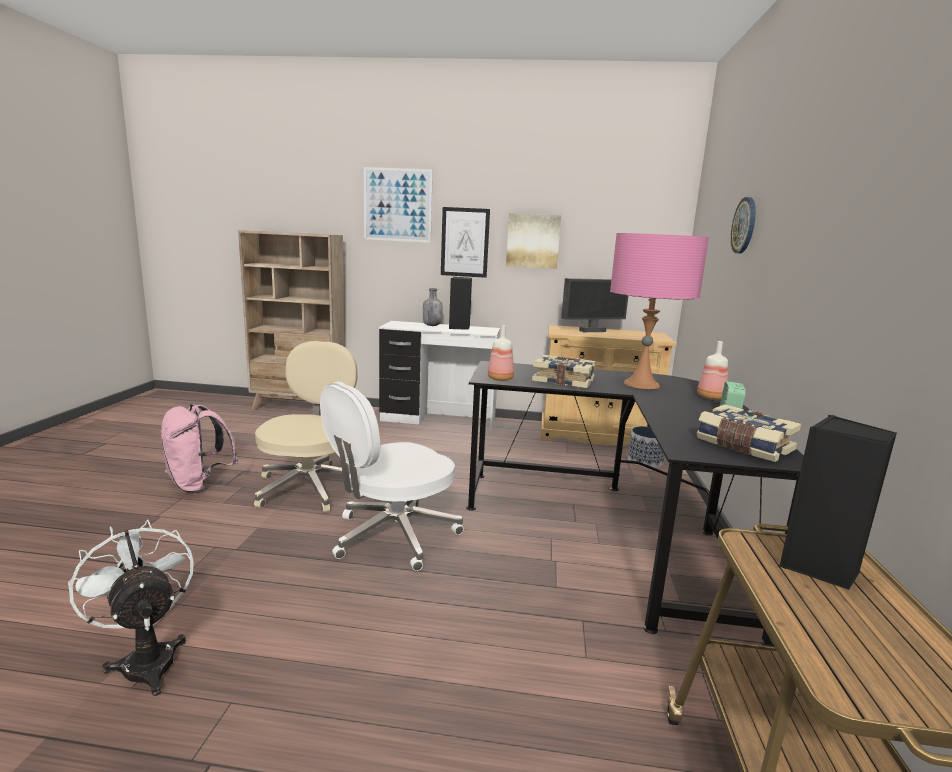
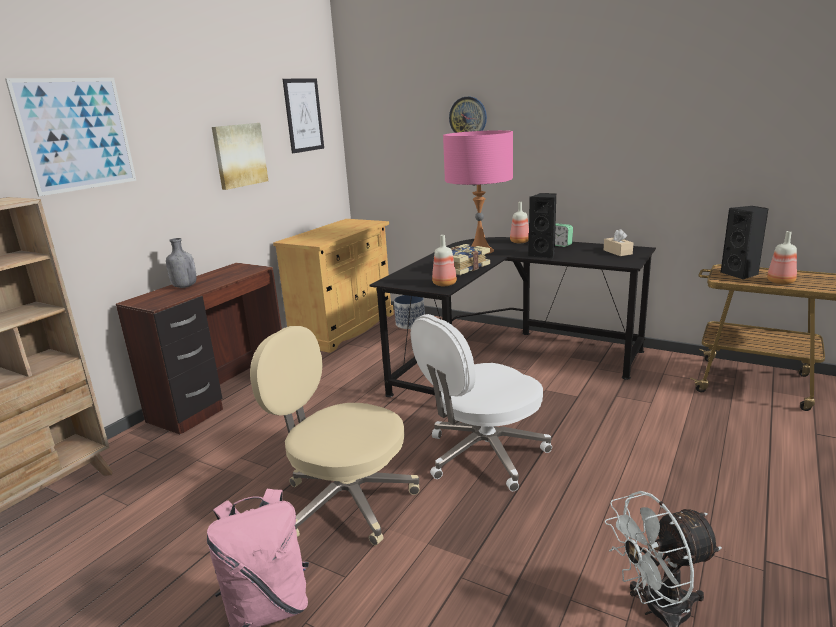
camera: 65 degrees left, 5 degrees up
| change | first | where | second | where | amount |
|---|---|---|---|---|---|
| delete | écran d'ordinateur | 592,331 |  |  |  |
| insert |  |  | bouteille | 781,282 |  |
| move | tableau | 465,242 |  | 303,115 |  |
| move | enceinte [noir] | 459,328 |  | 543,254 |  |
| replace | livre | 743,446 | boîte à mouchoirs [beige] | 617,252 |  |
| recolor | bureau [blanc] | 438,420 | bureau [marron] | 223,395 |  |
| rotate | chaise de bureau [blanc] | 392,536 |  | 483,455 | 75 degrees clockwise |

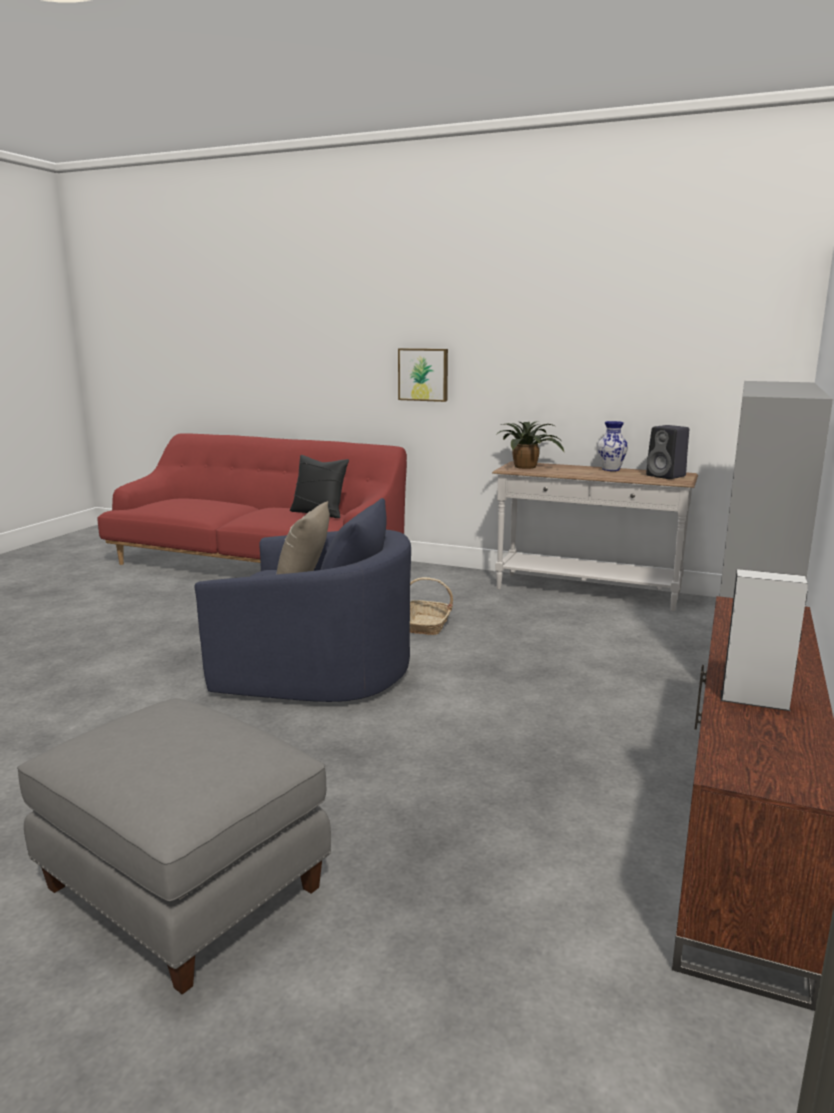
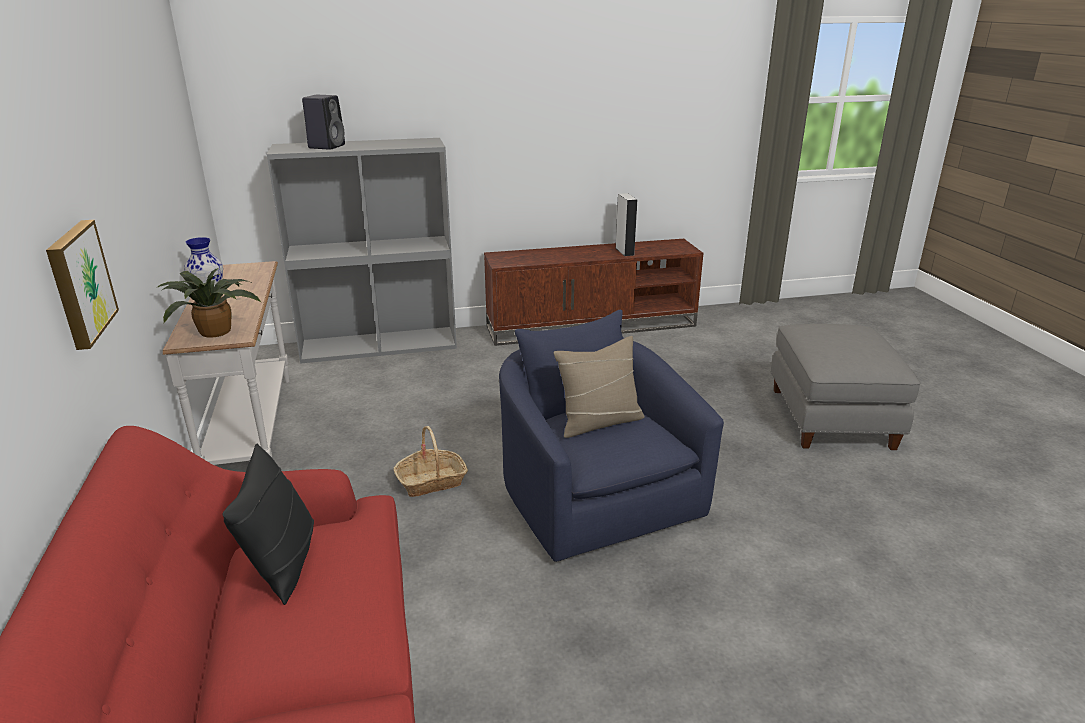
camera: 125 degrees left, 10 degrees up
| change | first | where | second | where | amount |
|---|---|---|---|---|---|
| move | enceinte [noir] | 667,476 |  | 327,146 |  |

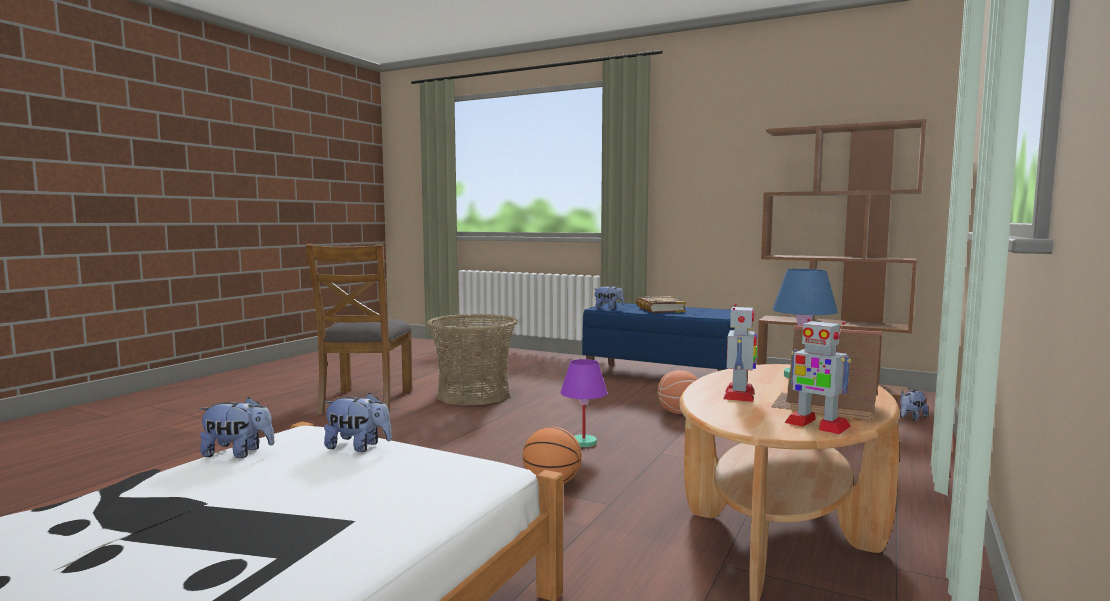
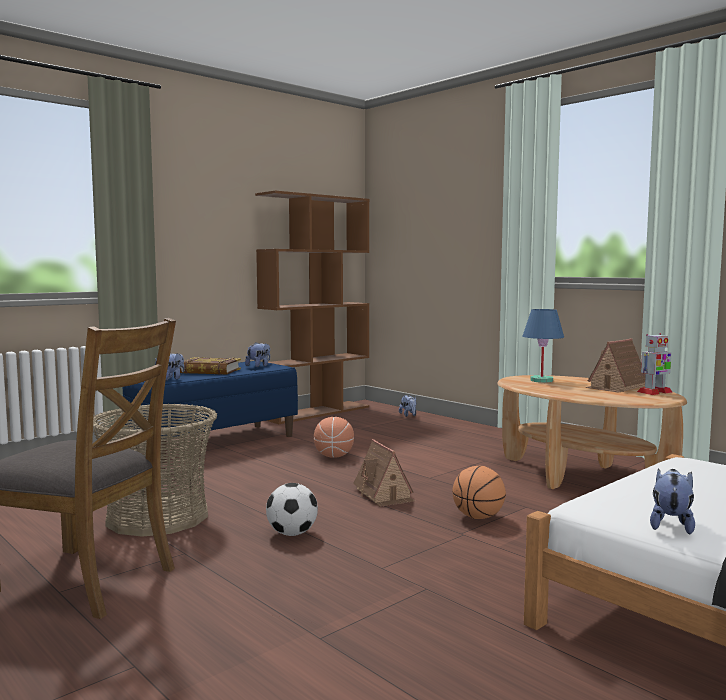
camera: 70 degrees left, 0 degrees up
| change | first | where | second | where | amount |
|---|---|---|---|---|---|
| delete | robot jouet | 739,395 |  |  |  |
| insert |  |  | ballon de foot | 292,534 |  |
| move | peluche | 358,447 |  | 259,366 |  |
| replace | lampe de table [violet] | 584,443 | maison miniature | 384,494 |  |

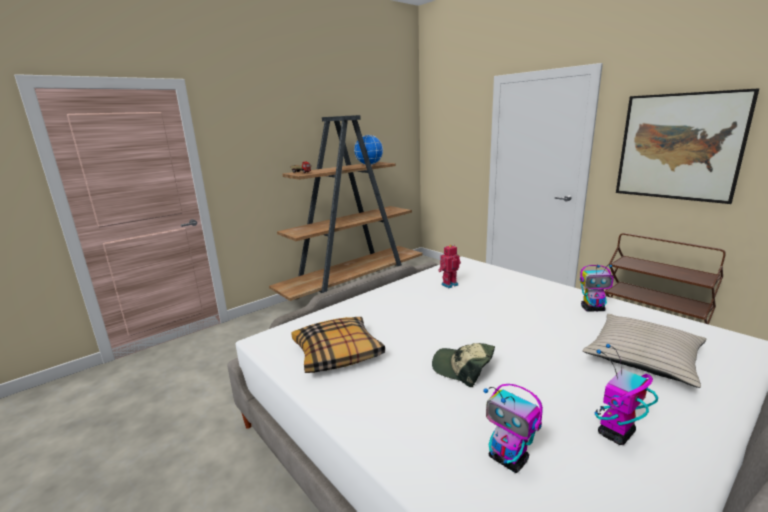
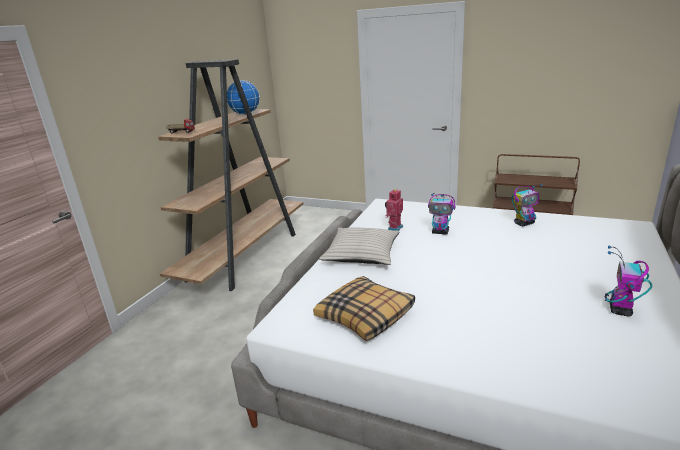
camera: 25 degrees left, 5 degrees up
| change | first | where | second | where | amount |
|---|---|---|---|---|---|
| delete | casquette | 463,368 |  |  |  |
| delete | tableau | 679,147 |  |  |  |
| move | robot jouet | 509,459 |  | 440,232 |  |
| move | coussin [beige] | 643,357 |  | 362,254 |  |

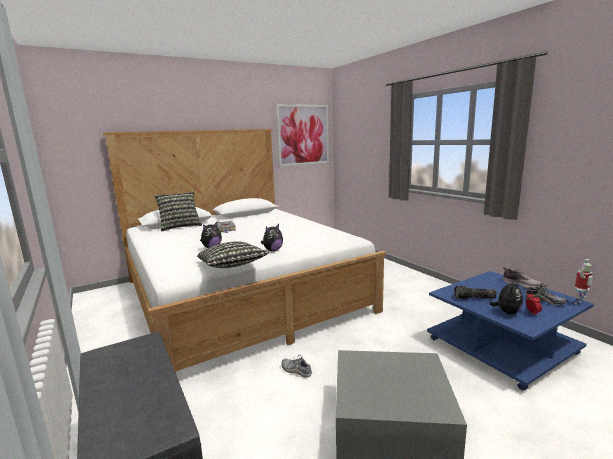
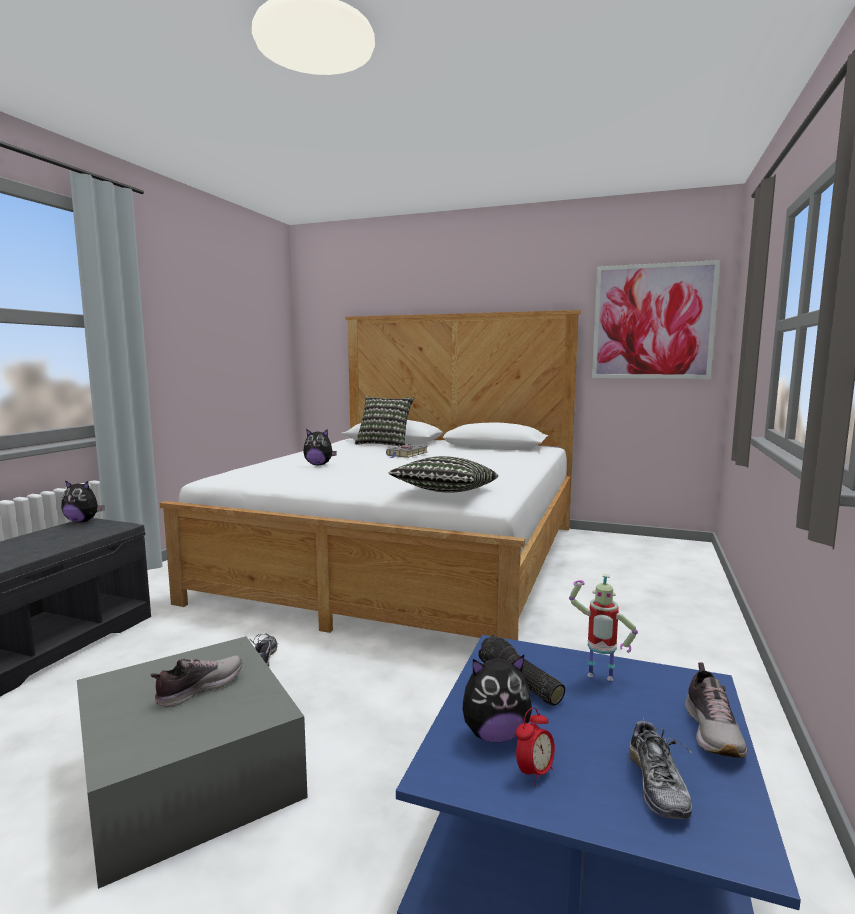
camera: 50 degrees right, 5 degrees down
| change | first | where | second | where | amount |
|---|---|---|---|---|---|
| insert |  |  | chaussure | 198,688 |  |
| move | coussin | 232,266 |  | 445,493 |  |
| move | peluche | 272,250 |  | 83,521 |  |
| move | robot jouet | 579,303 |  | 599,679 |  |

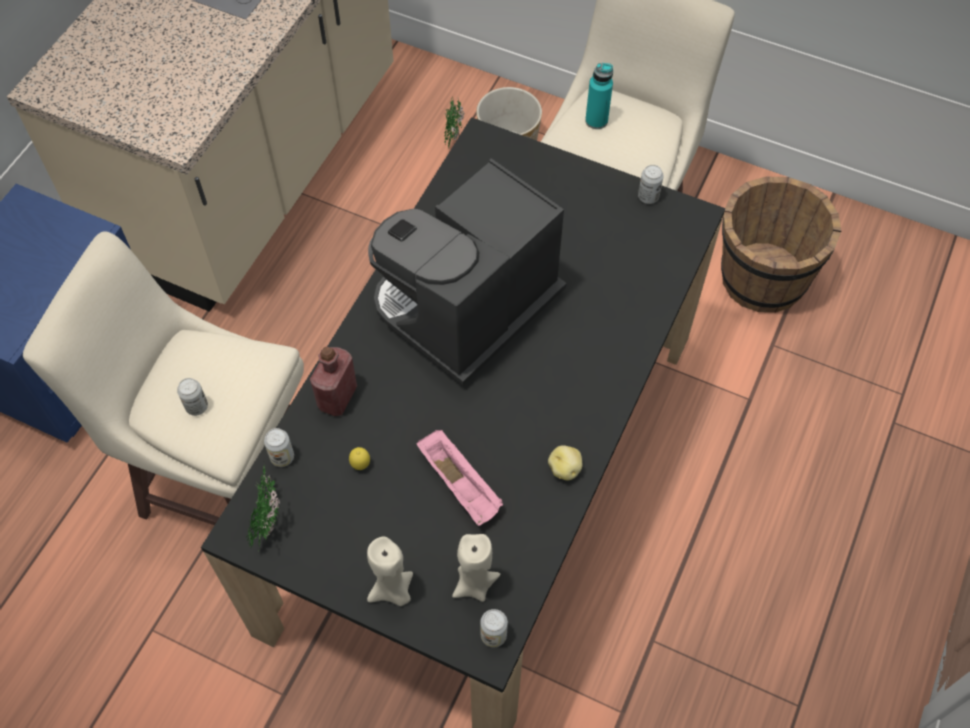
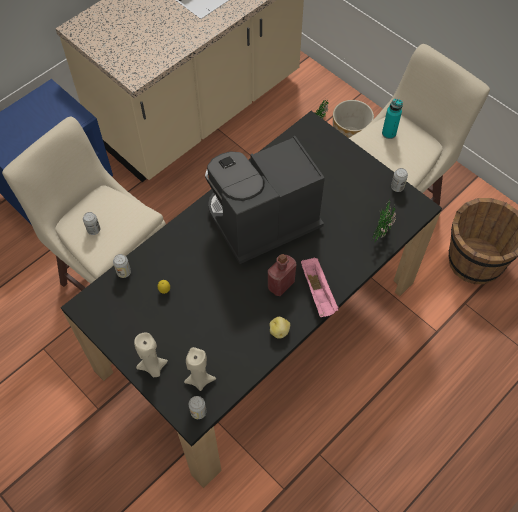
camera: 20 degrees right, 0 degrees up
| change | first | where | second | where | amount |
|---|---|---|---|---|---|
| move | plante en pot | 269,517 |  | 381,230 |  |
| move | bouteille [rouge] | 337,397 |  | 281,284 |  |
| move | plateau [rose] | 461,485 |  | 318,292 |  |

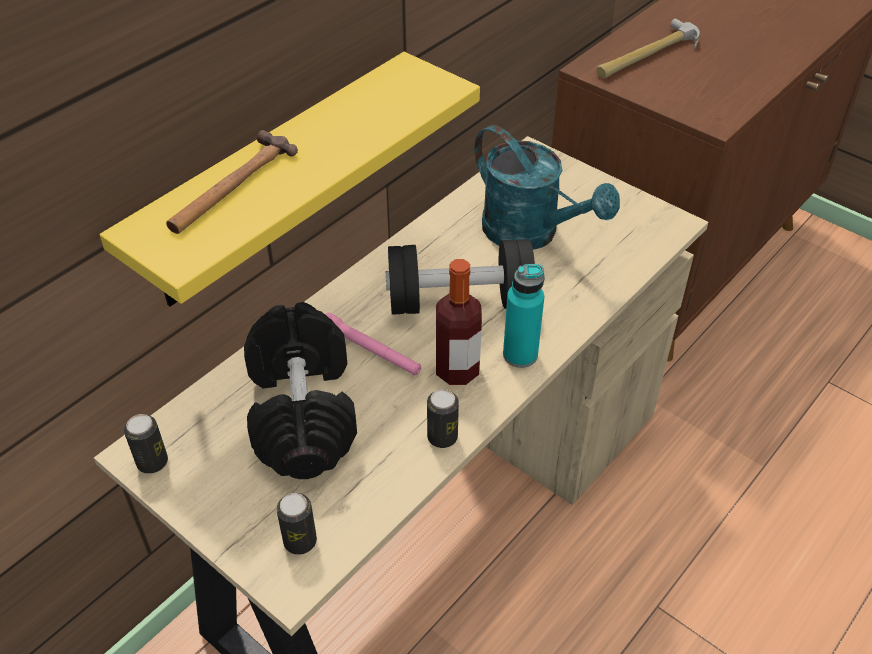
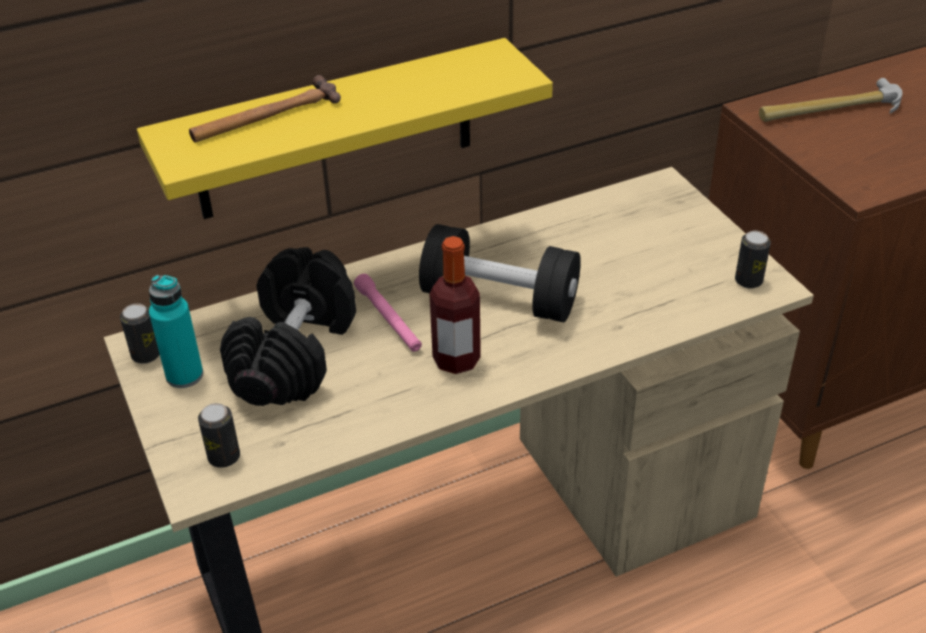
camera: 25 degrees right, 5 degrees down
| change | first | where | second | where | amount |
|---|---|---|---|---|---|
| delete | arrosoir [turquoise] | 531,234 |  |  |  |
| move | boîte métallique | 442,437 |  | 748,281 |  |
| move | bouteille [turquoise] | 520,355 |  | 184,375 |  |

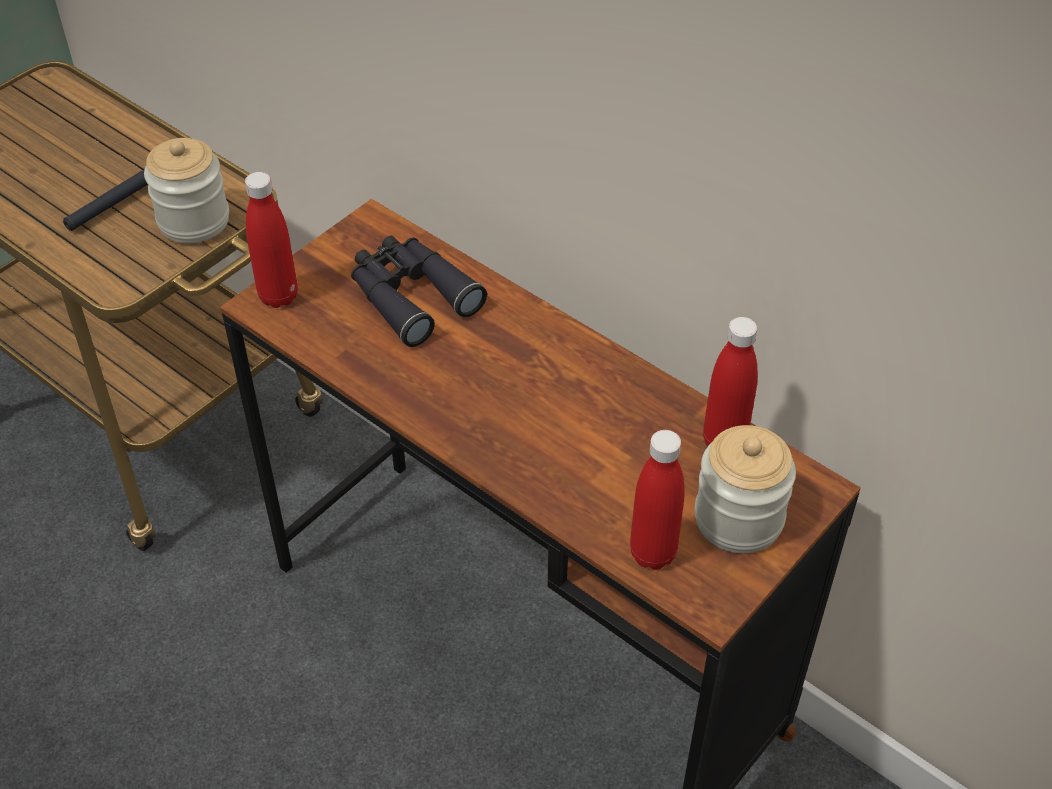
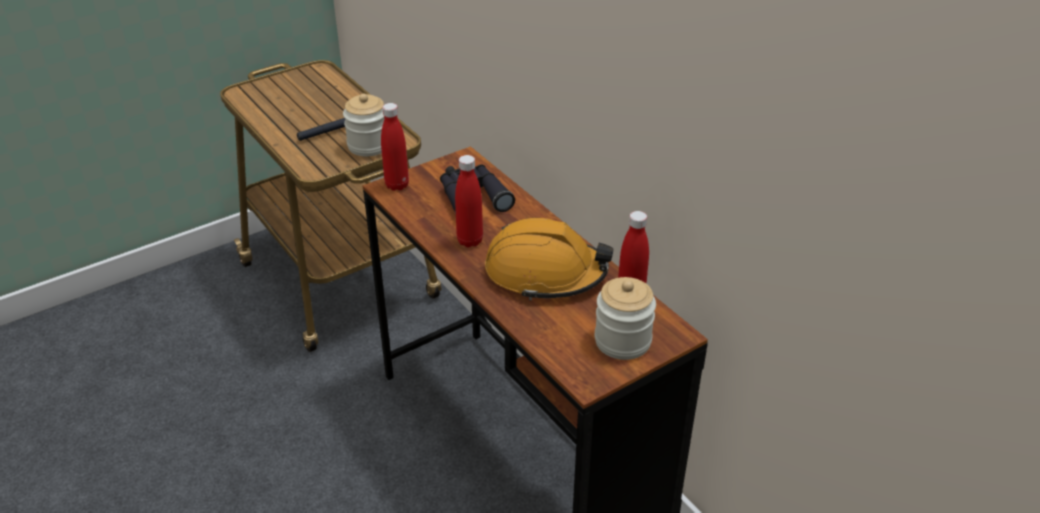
camera: 15 degrees right, 10 degrees down
| change | first | where | second | where | amount |
|---|---|---|---|---|---|
| insert |  |  | casque de chantier [orange] | 545,273 |  |
| move | bouteille [rouge] | 652,553 |  | 470,241 |  |

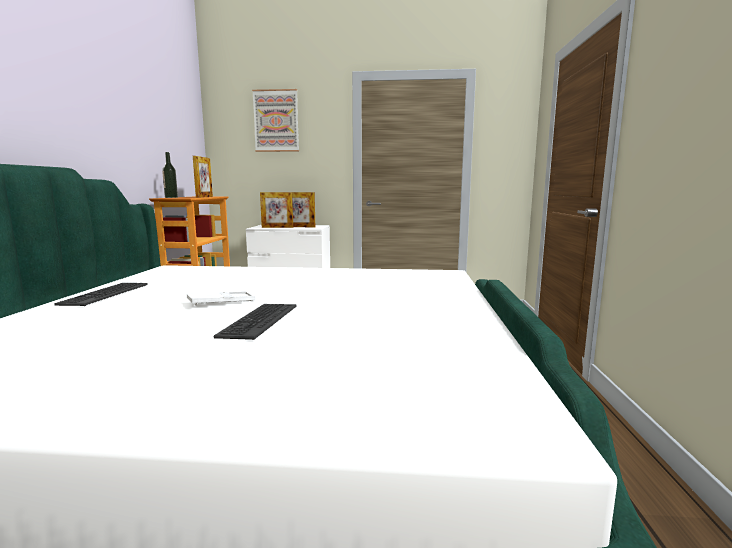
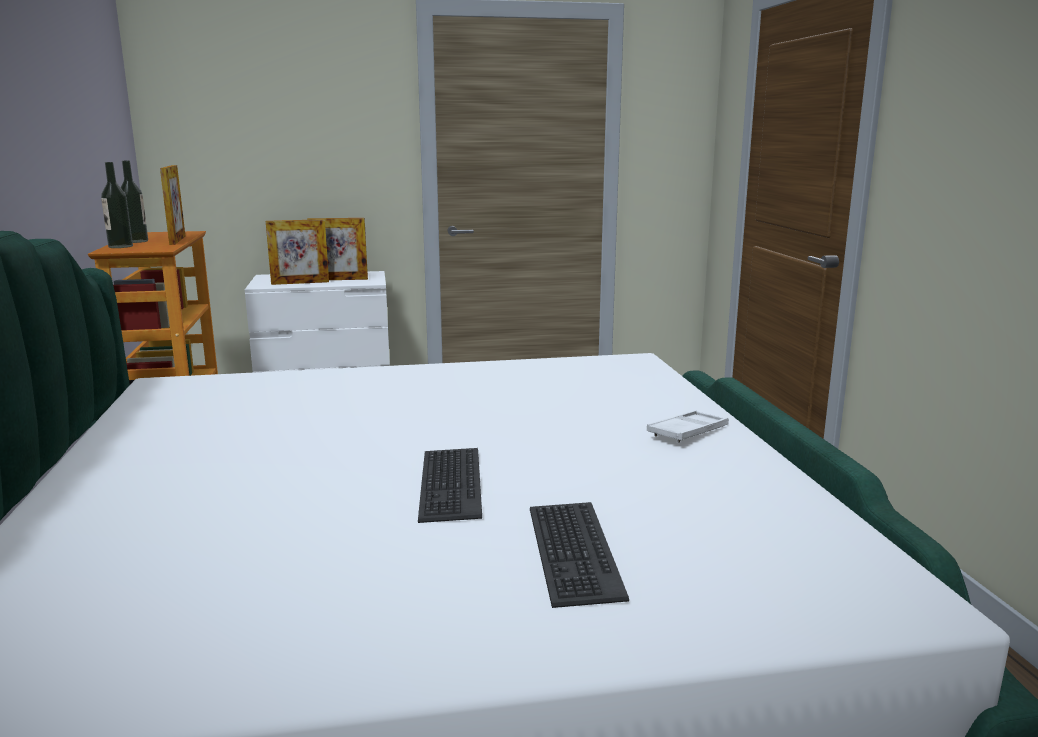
camera: 15 degrees left, 5 degrees up
| change | first | where | second | where | amount |
|---|---|---|---|---|---|
| delete | tableau | 276,121 |  |  |  |
| insert |  |  | bouteille | 136,241 |  |
| move | clavier | 104,294 |  | 572,552 |  |
| move | plateau [blanc] | 221,302 |  | 688,432 |  |

